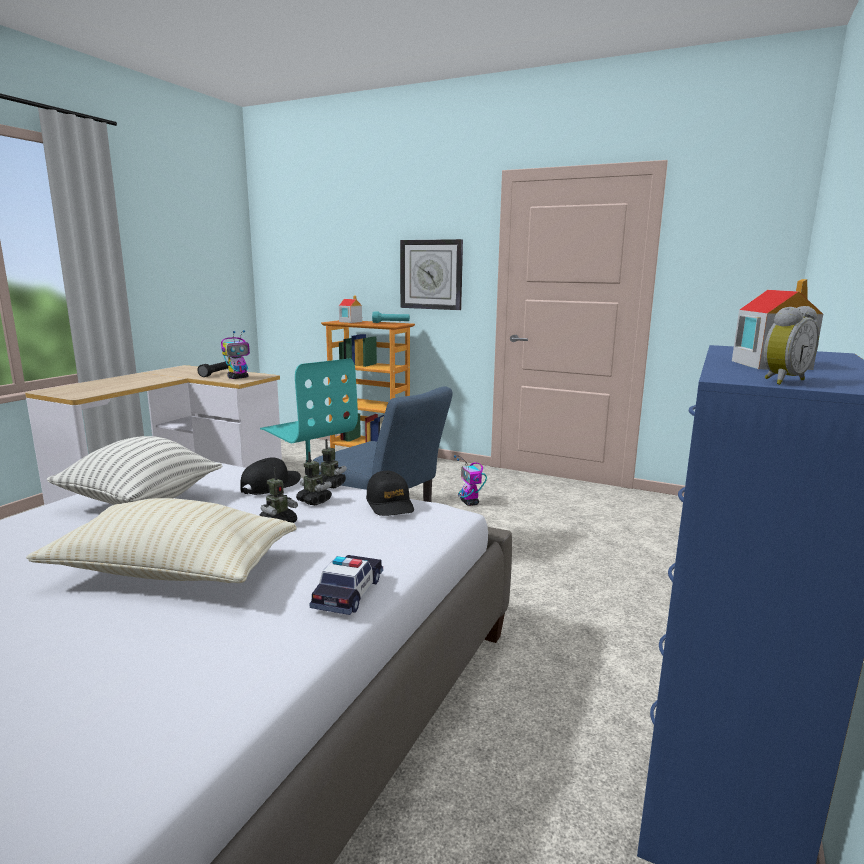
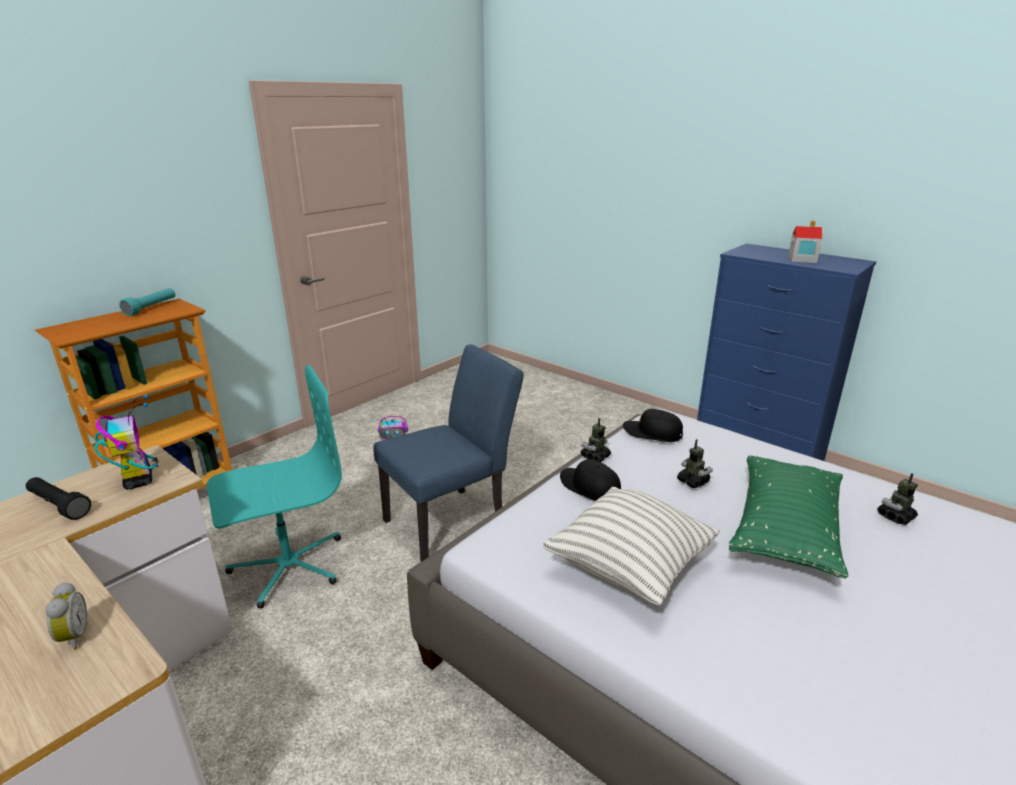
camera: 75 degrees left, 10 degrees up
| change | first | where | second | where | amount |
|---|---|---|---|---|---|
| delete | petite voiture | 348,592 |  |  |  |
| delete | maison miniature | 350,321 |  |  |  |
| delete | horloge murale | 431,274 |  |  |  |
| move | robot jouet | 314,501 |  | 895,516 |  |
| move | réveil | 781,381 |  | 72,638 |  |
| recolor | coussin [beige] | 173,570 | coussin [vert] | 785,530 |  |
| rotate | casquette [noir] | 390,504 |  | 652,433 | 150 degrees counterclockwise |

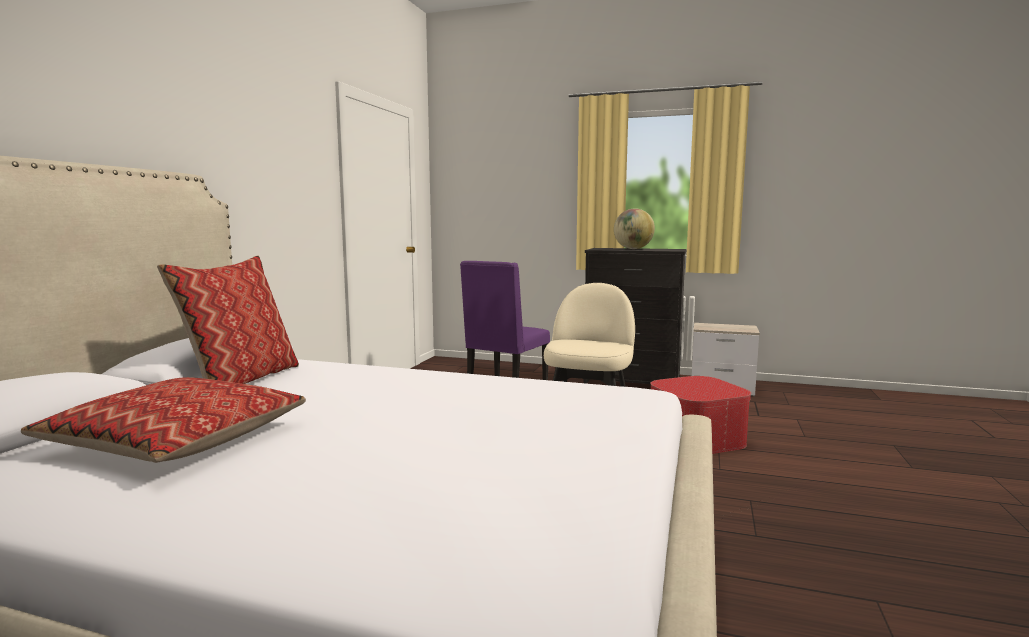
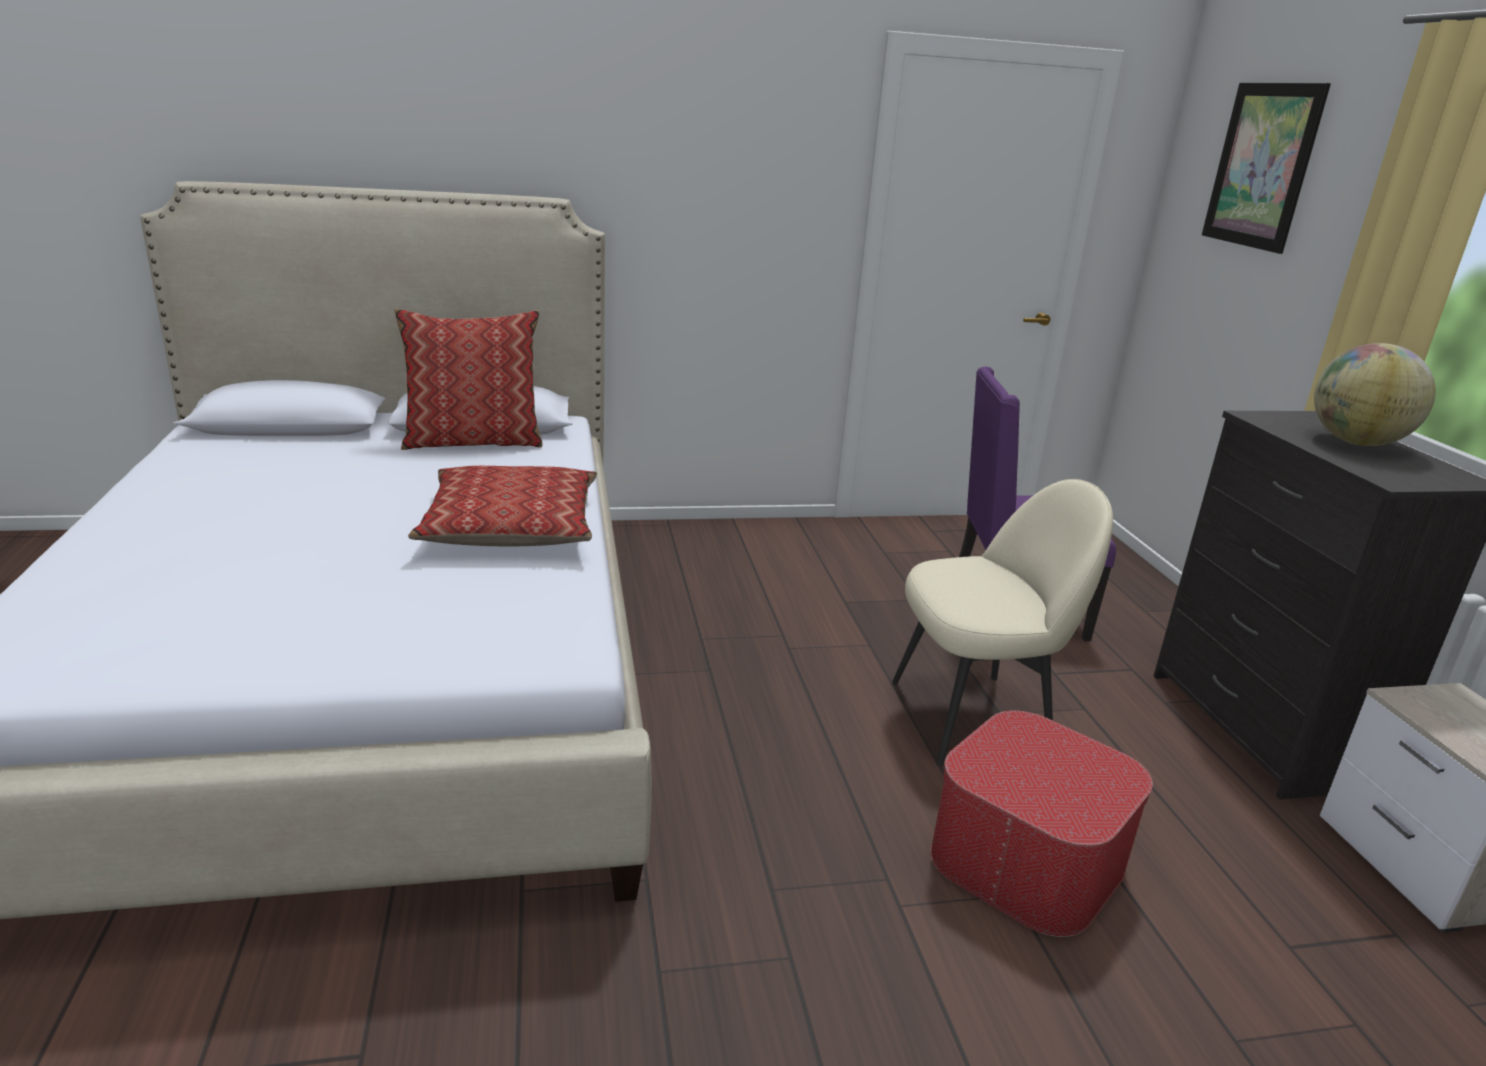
camera: 60 degrees right, 15 degrees up
| change | first | where | second | where | amount |
|---|---|---|---|---|---|
| insert |  |  | tableau | 1262,166 |  |
| move | coussin | 178,440 |  | 511,526 |  |

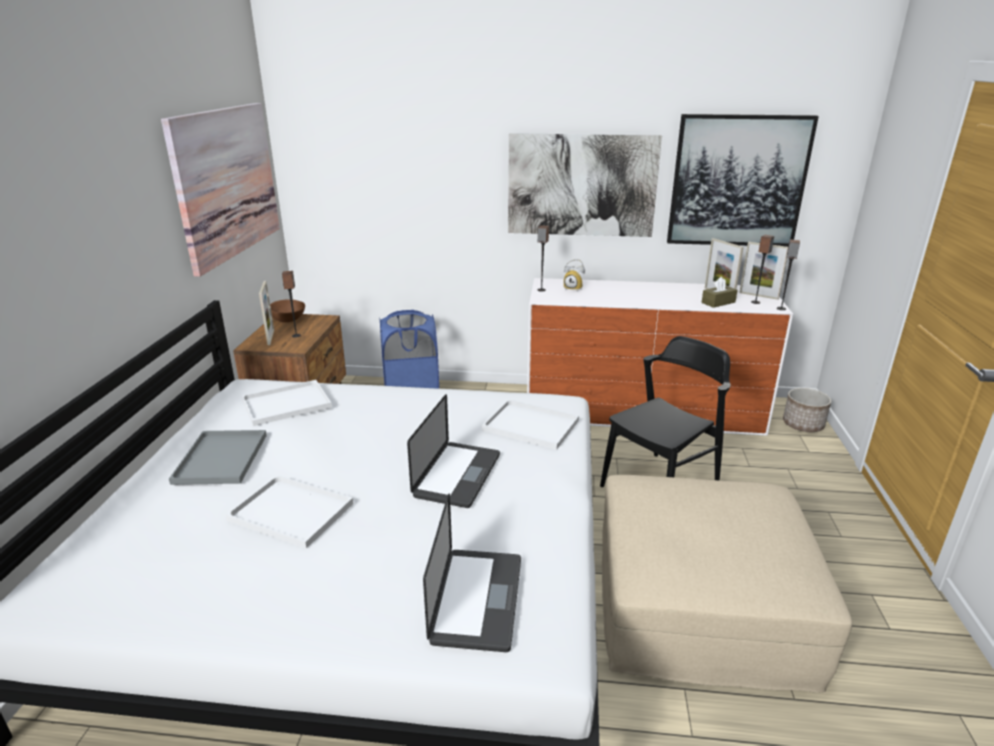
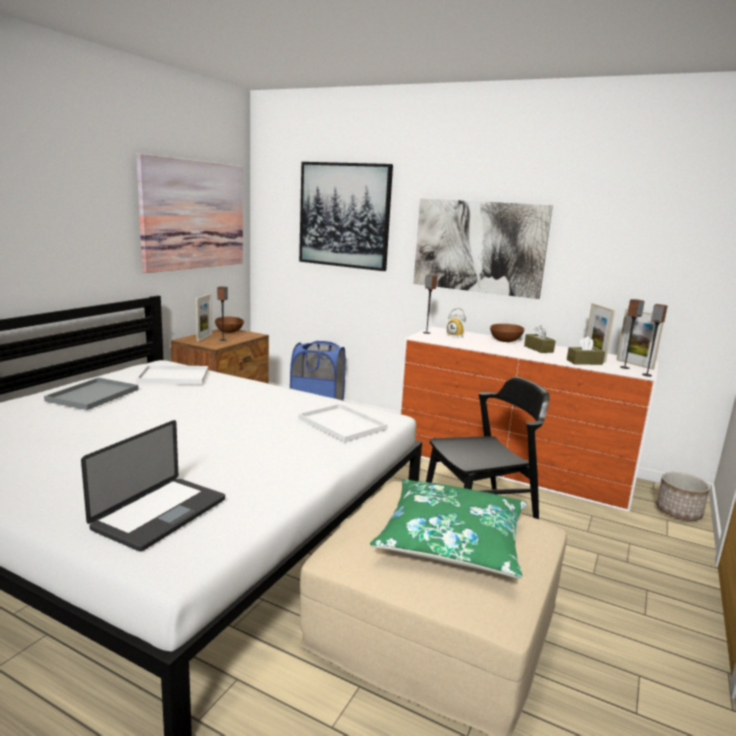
camera: 20 degrees right, 10 degrees down
| change | first | where | second | where | amount |
|---|---|---|---|---|---|
| delete | plateau [blanc] | 293,512 |  |  |  |
| delete | ordinateur portable | 457,475 |  |  |  |
| insert |  |  | coussin [vert] | 452,541 |  |
| insert |  |  | bol [marron] | 505,340 |  |
| insert |  |  | boîte à mouchoirs [marron] | 538,349 |  |
| move | tableau | 737,181 |  | 344,215 |  |

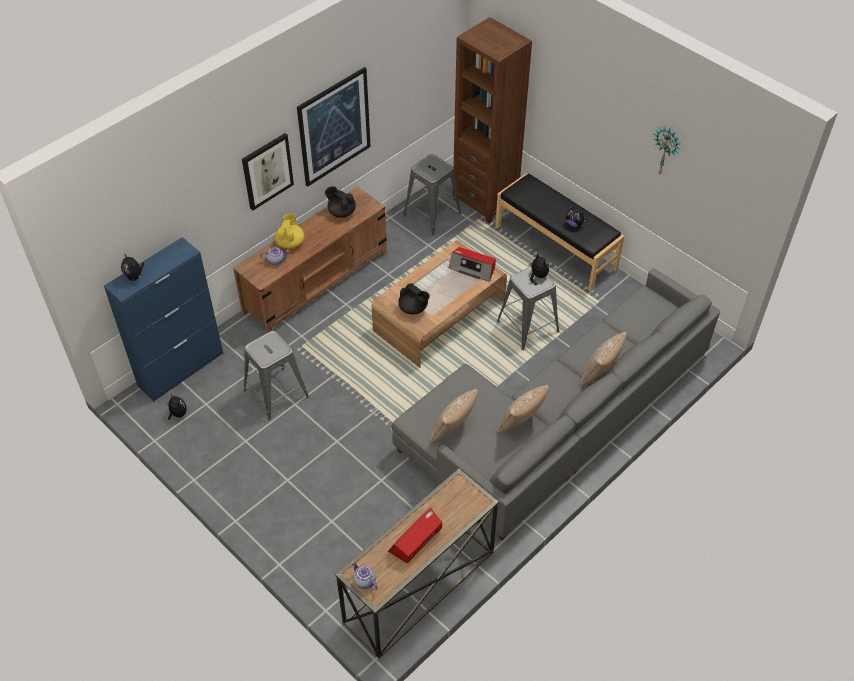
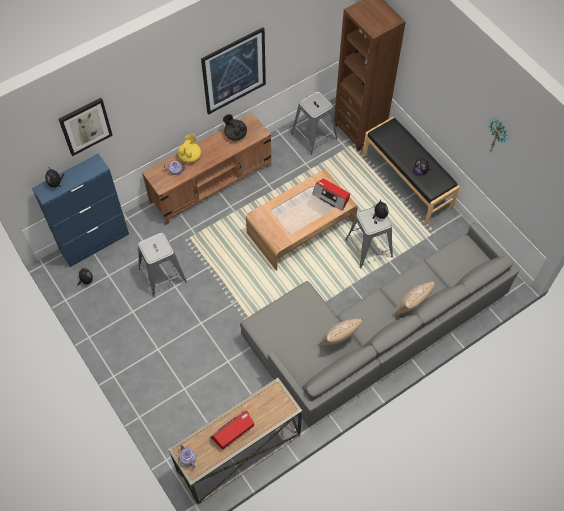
camera: 10 degrees right, 10 degrees up
| change | first | where | second | where | amount |
|---|---|---|---|---|---|
| delete | théière [noir] | 413,308 |  |  |  |
| delete | coussin | 453,430 |  |  |  |
| move | tableau | 267,171 |  | 85,126 |  |

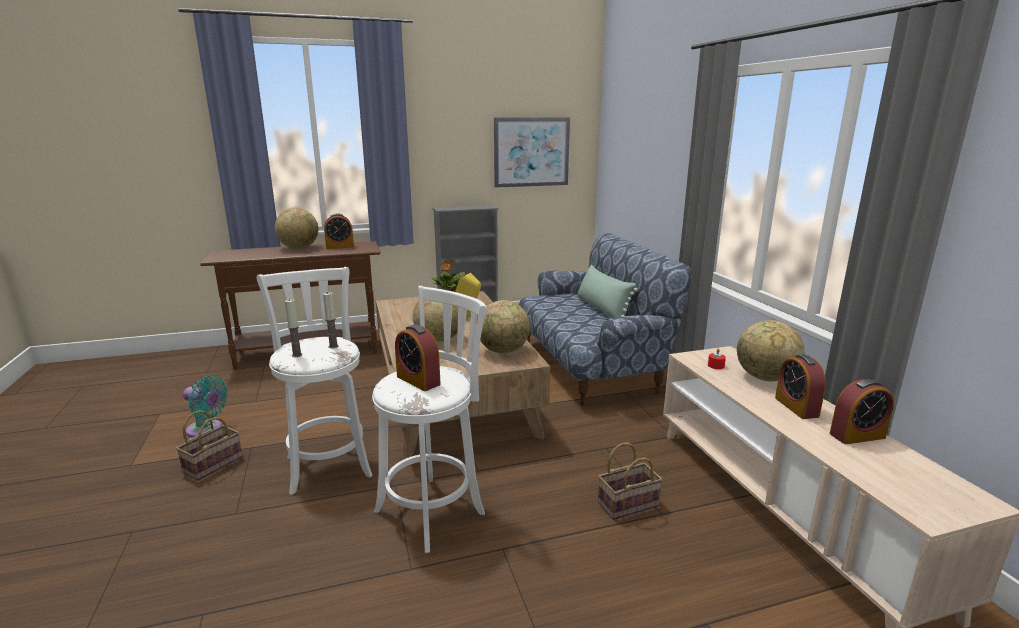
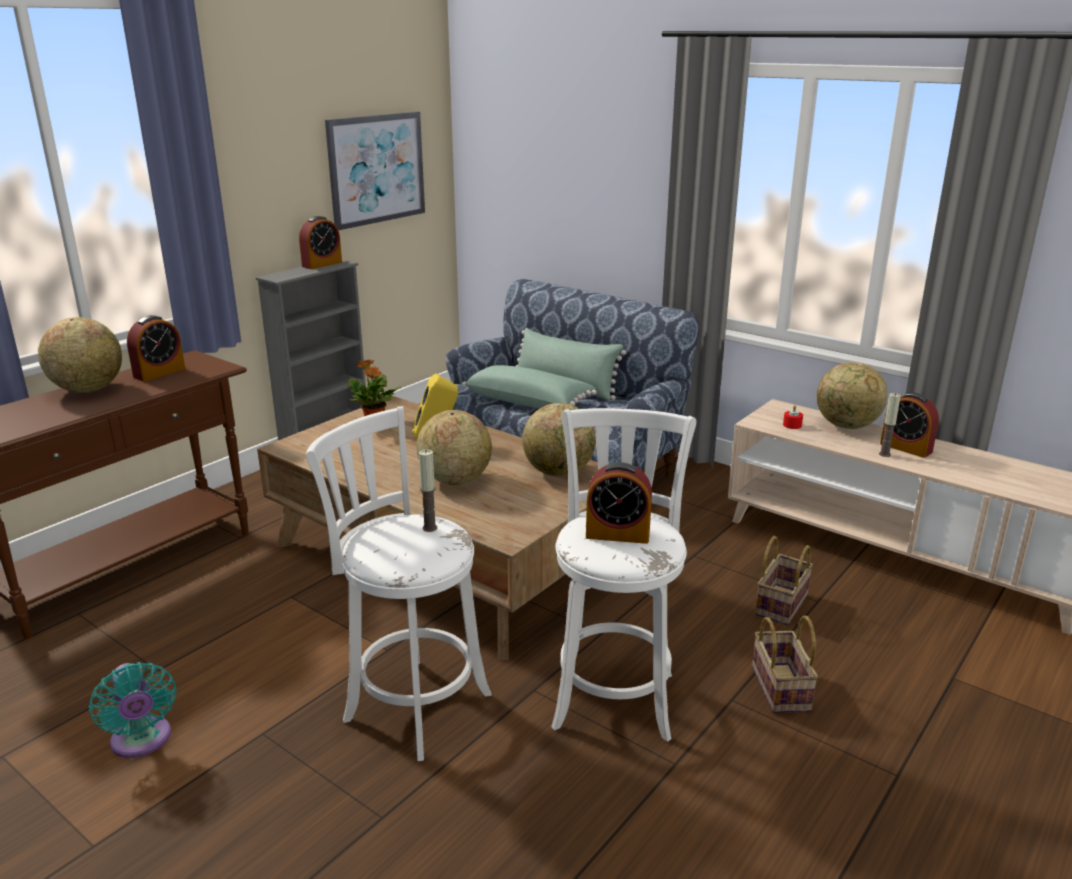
camera: 35 degrees left, 5 degrees up
| change | first | where | second | where | amount |
|---|---|---|---|---|---|
| insert |  |  | coussin [vert] | 529,402 |  |
| move | panier | 213,463 |  | 778,687 |  |
| move | bougie | 297,355 |  | 884,454 |  |
| move | réveil | 857,436 |  | 322,264 |  |
| rotate | ventilateur [turquoise] | 207,429 |  | 142,741 | 75 degrees clockwise |

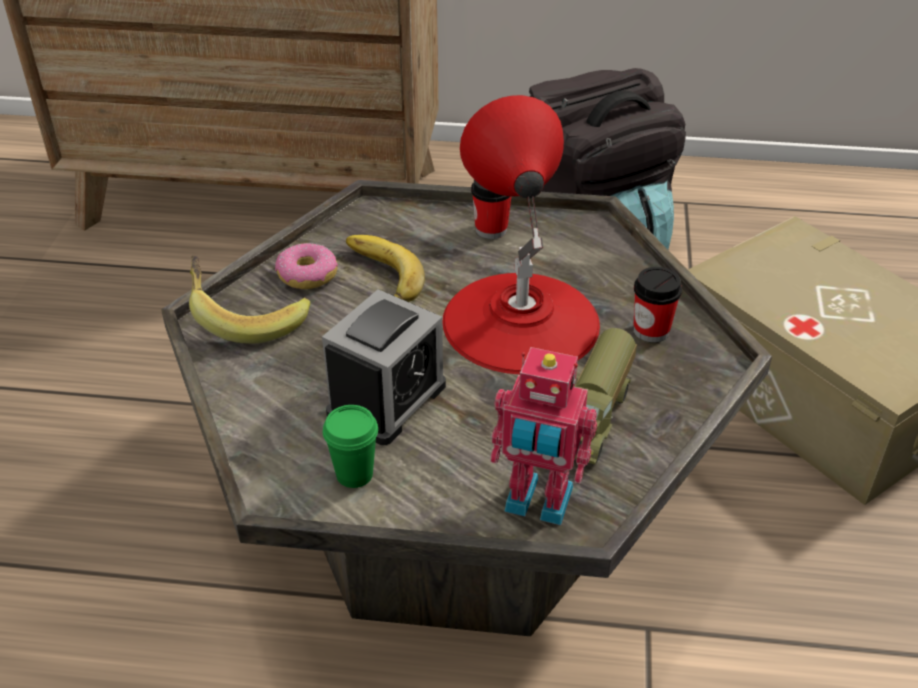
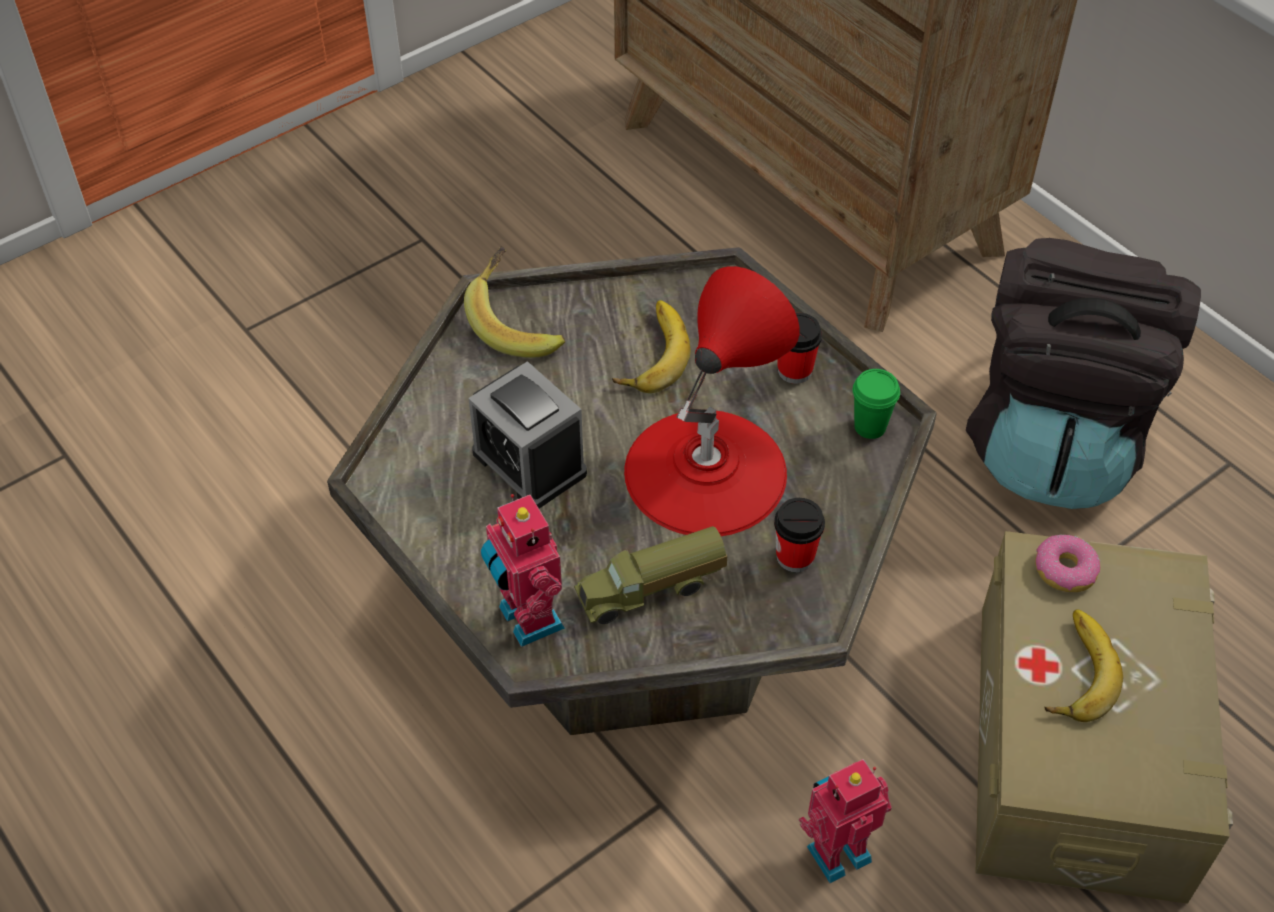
camera: 45 degrees right, 10 degrees up
| change | first | where | second | where | amount |
|---|---|---|---|---|---|
| insert |  |  | robot jouet | 836,850 |  |
| insert |  |  | banane | 1073,671 |  |
| move | beignet | 307,275 |  | 1064,570 |  |
| move | tasse [vert] | 354,474 |  | 870,427 |  |
| rotate | réveil | 387,400 |  | 529,463 | 60 degrees clockwise |

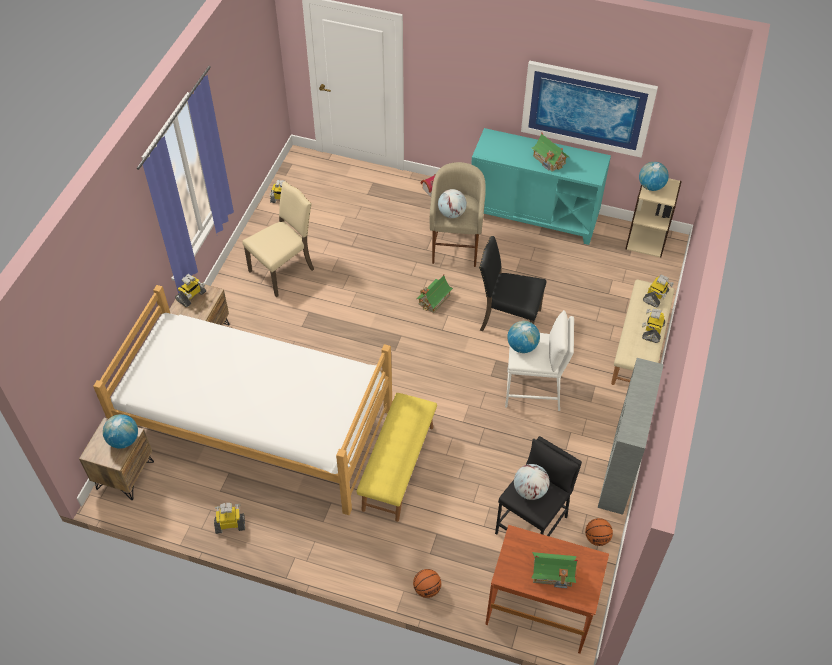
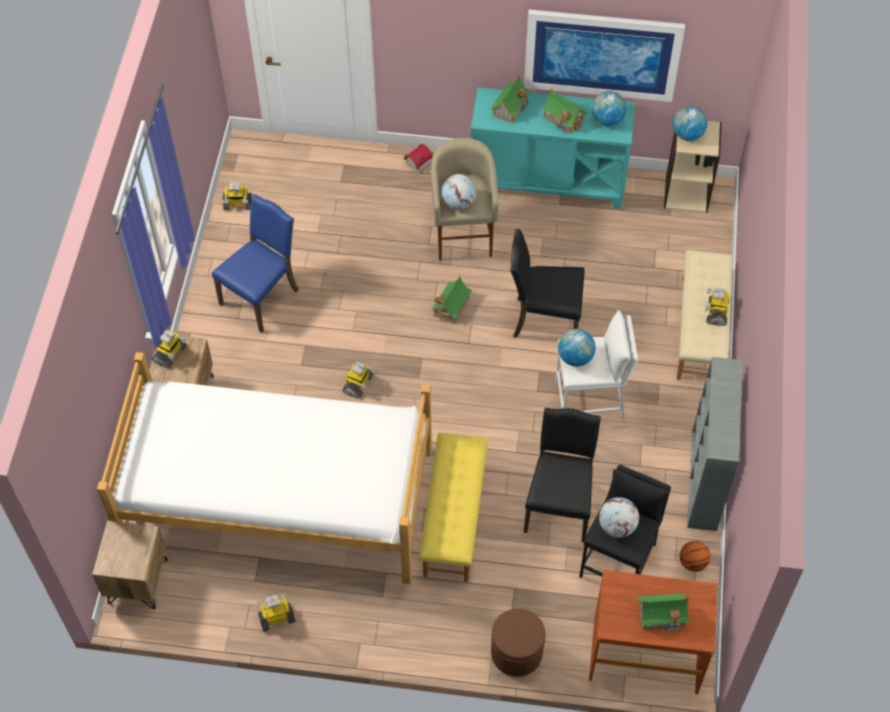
camera: 10 degrees left, 5 degrees up
| change | first | where | second | where | amount |
|---|---|---|---|---|---|
| insert |  |  | maison miniature | 510,107 |  |
| insert |  |  | chaise [noir] | 559,505 |  |
| move | globe | 124,440 |  | 607,120 |  |
| move | robot jouet | 656,297 |  | 358,385 |  |
| replace | ballon de basket | 427,589 | pouf [marron] | 516,652 |  |
| recolor | chaise [beige] | 283,270 | chaise [bleu] | 262,297 |  |

